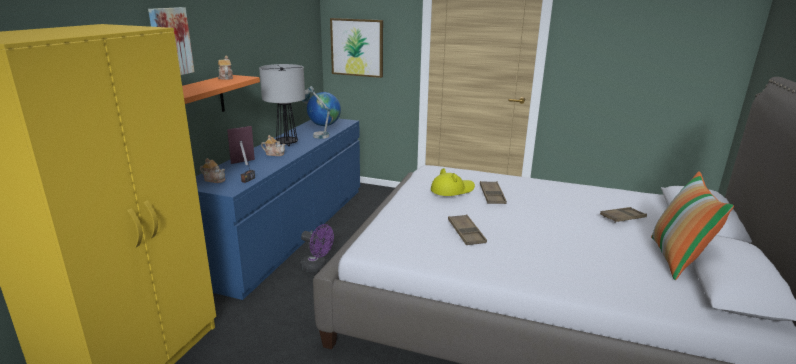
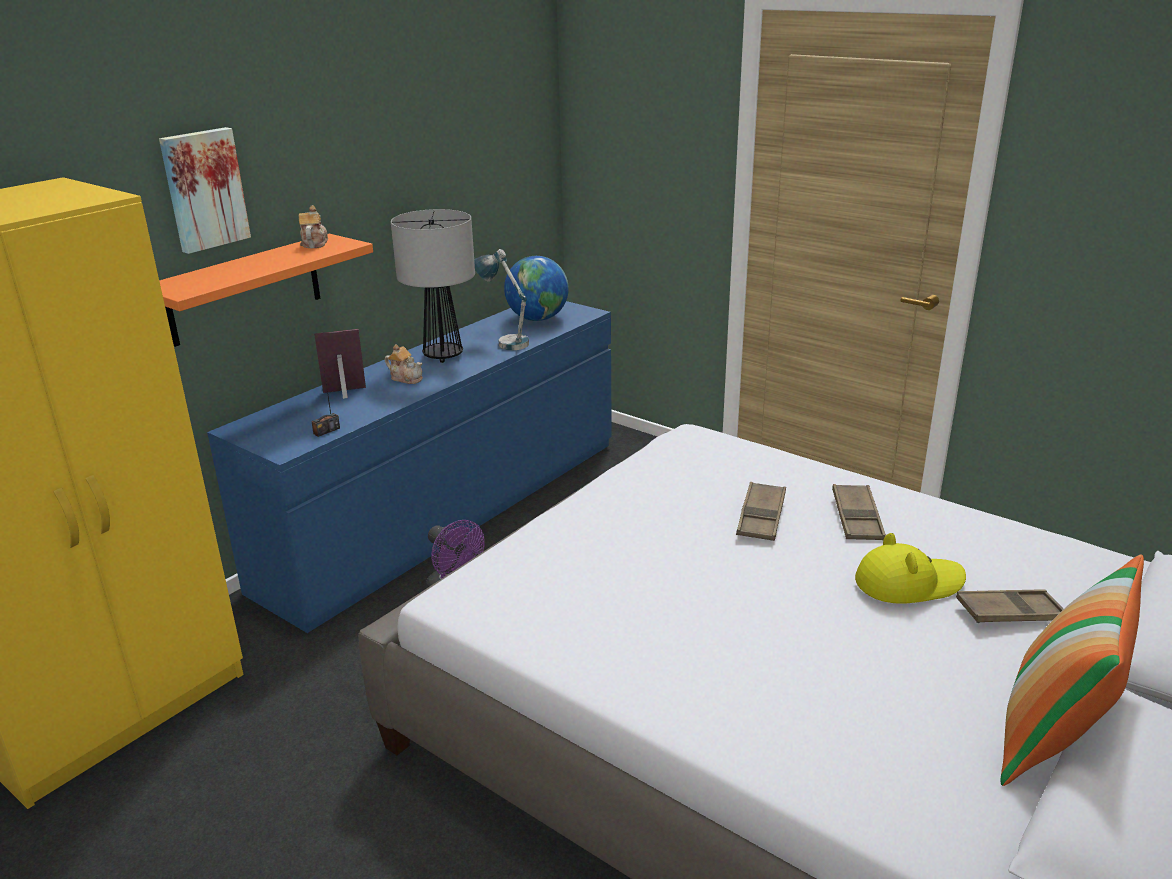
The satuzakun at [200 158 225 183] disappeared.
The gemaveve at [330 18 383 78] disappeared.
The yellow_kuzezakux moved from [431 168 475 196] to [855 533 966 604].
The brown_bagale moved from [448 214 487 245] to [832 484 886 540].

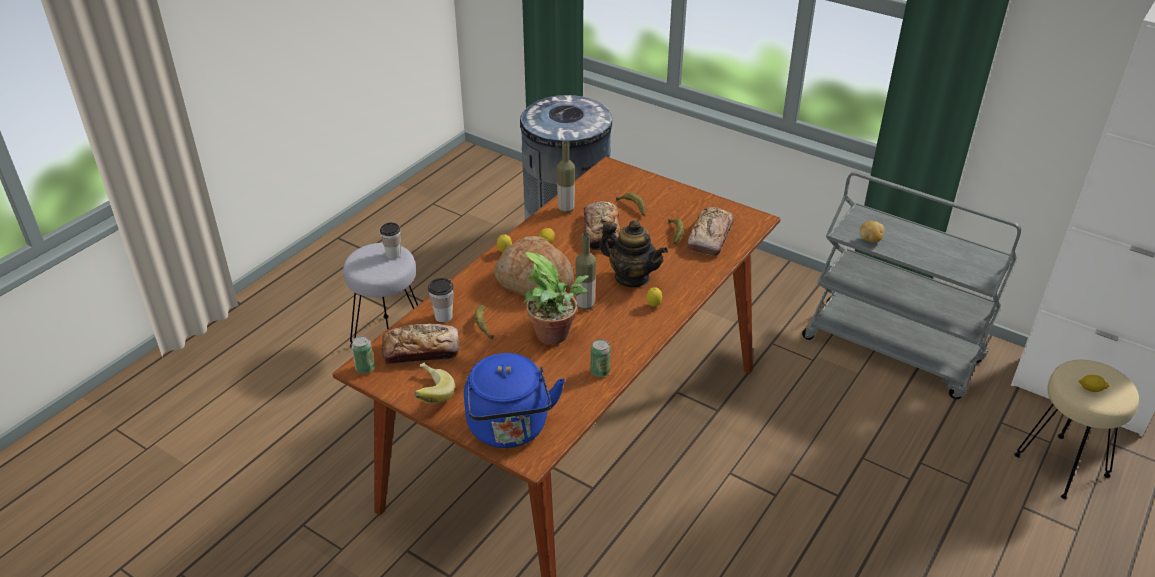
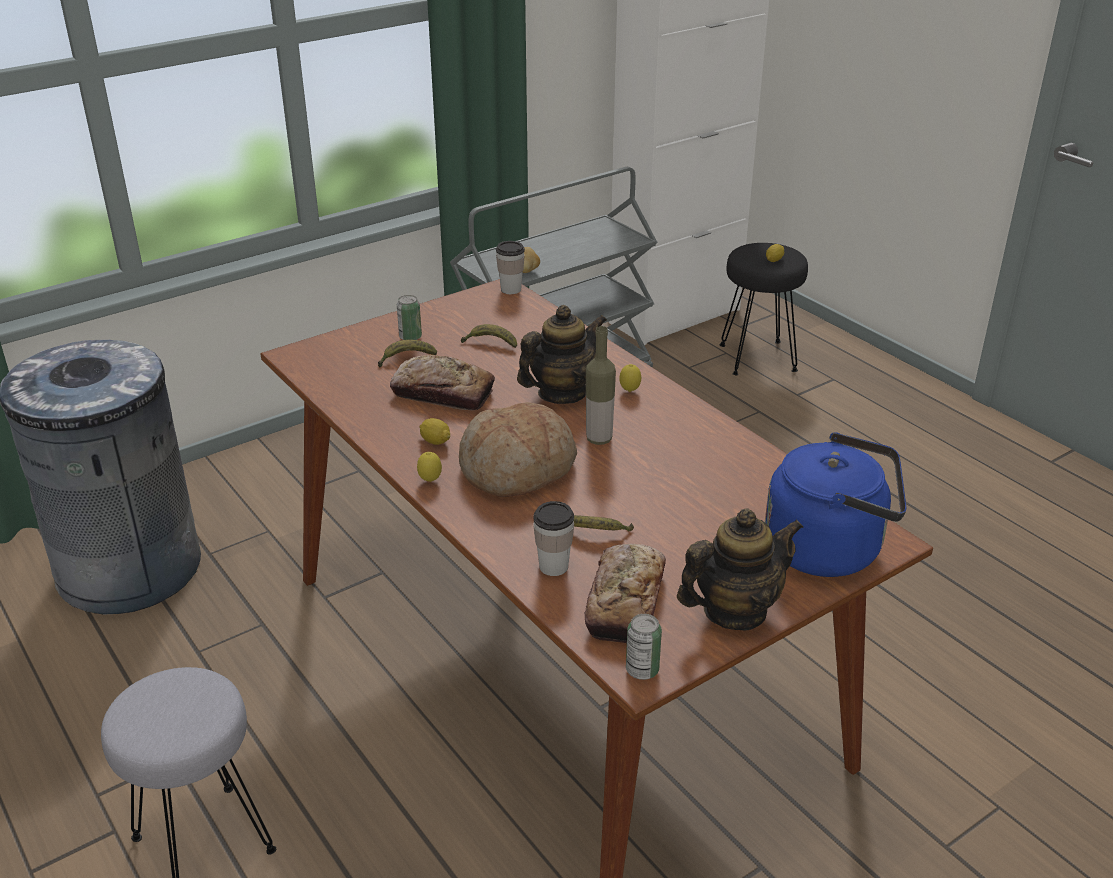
The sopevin moved from [380 222 401 259] to [496 241 525 294].
The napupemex at [414 363 455 404] was replaced by the satuzakun at [677 509 803 630].
The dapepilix at [523 252 589 345] disappeared.
The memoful at [557 141 575 213] disappeared.
The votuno moved from [591 339 611 377] to [397 295 422 340].
The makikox at [687 207 734 256] disappeared.
The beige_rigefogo at [1014 360 1139 499] became the black_rigefogo at [719 243 808 375].

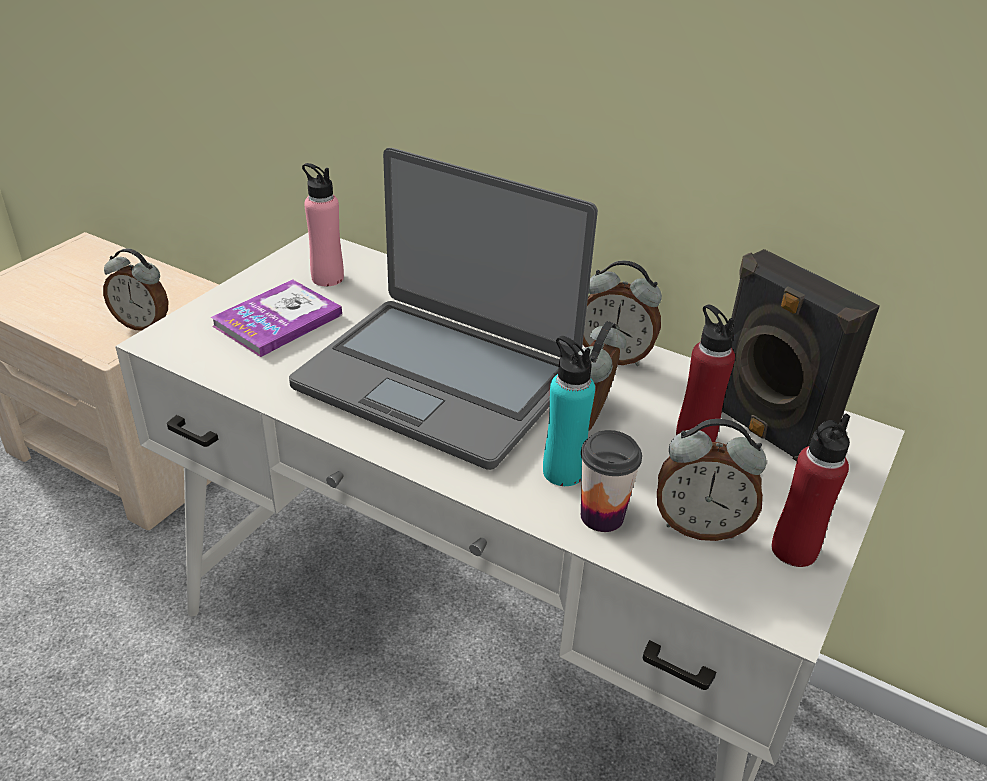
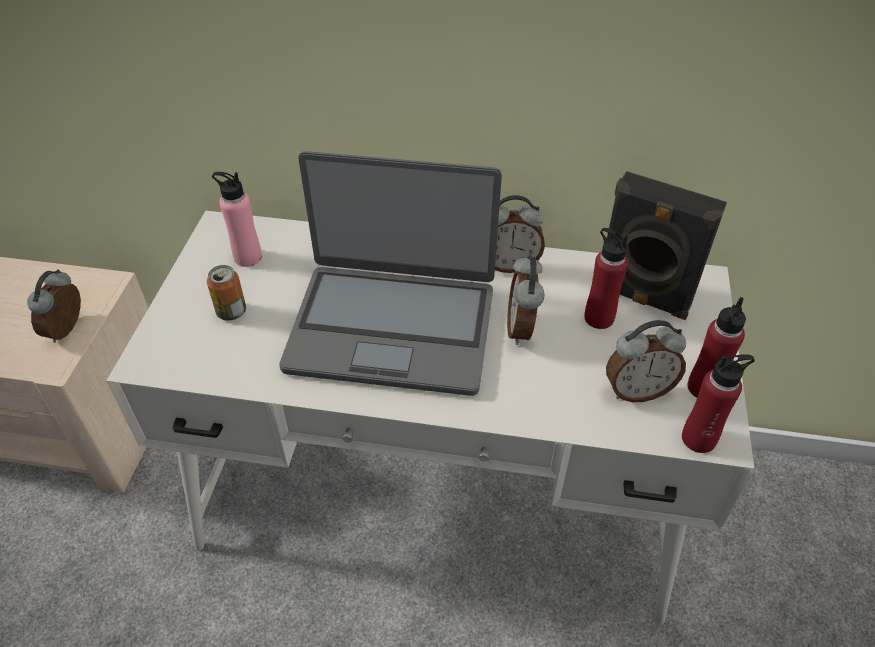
The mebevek at [103 248 168 331] turned 105 degrees clockwise.
The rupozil at [211 279 342 357] was replaced by the votuno at [207 265 246 320].
The turquoise_memoful at [543 336 595 486] disappeared.
The sopevin at [581 430 642 532] disappeared.
The red_memoful at [682 354 755 453] appeared.

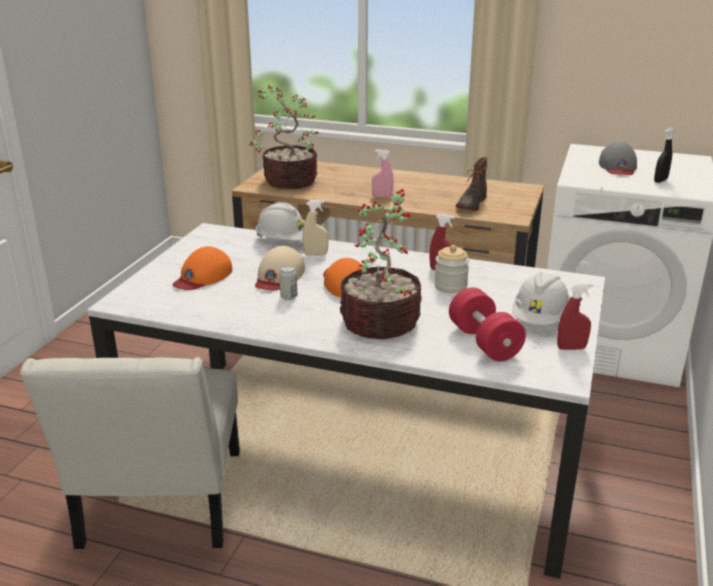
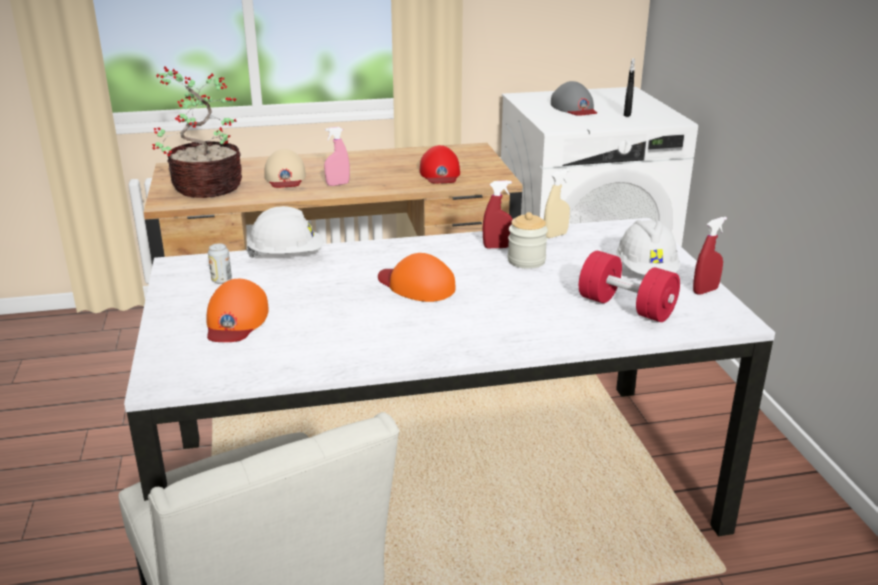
The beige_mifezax moved from [255 246 305 290] to [264 149 306 188].
The votuno moved from [279 266 297 300] to [208 244 232 284].
The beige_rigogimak moved from [303 200 329 256] to [544 169 570 238].
The dapepilix at [340 189 422 339] disappeared.
The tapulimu at [456 157 487 211] was replaced by the red_mifezax at [420 145 460 183].

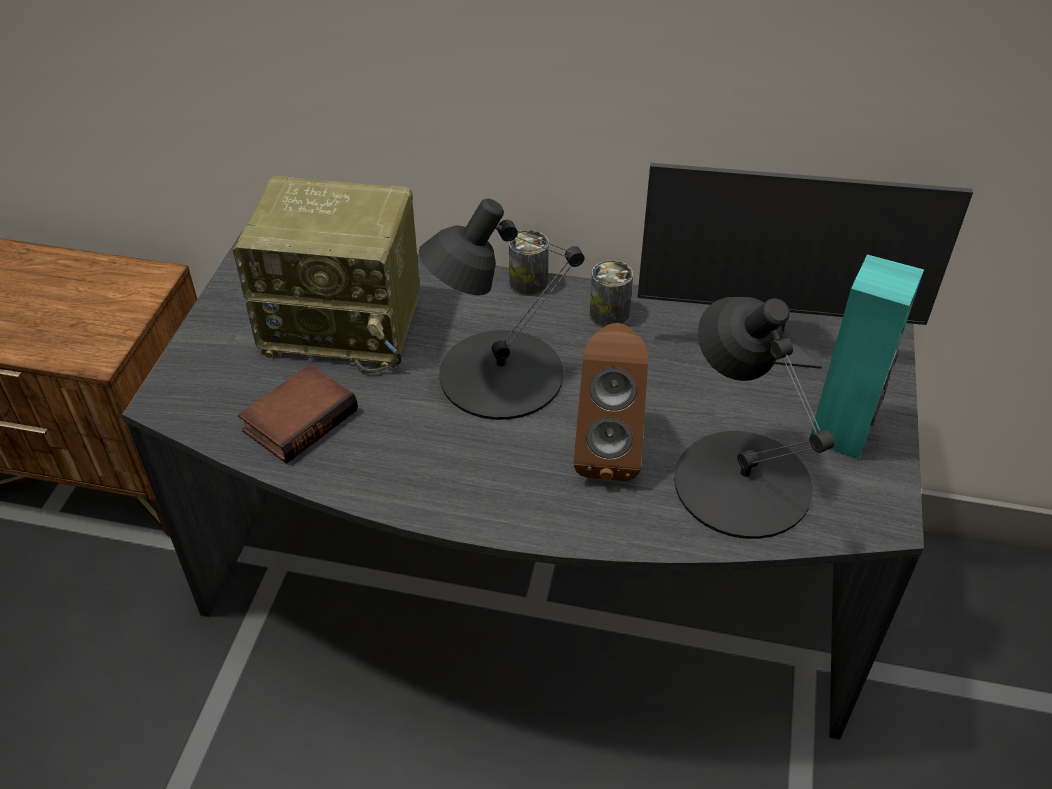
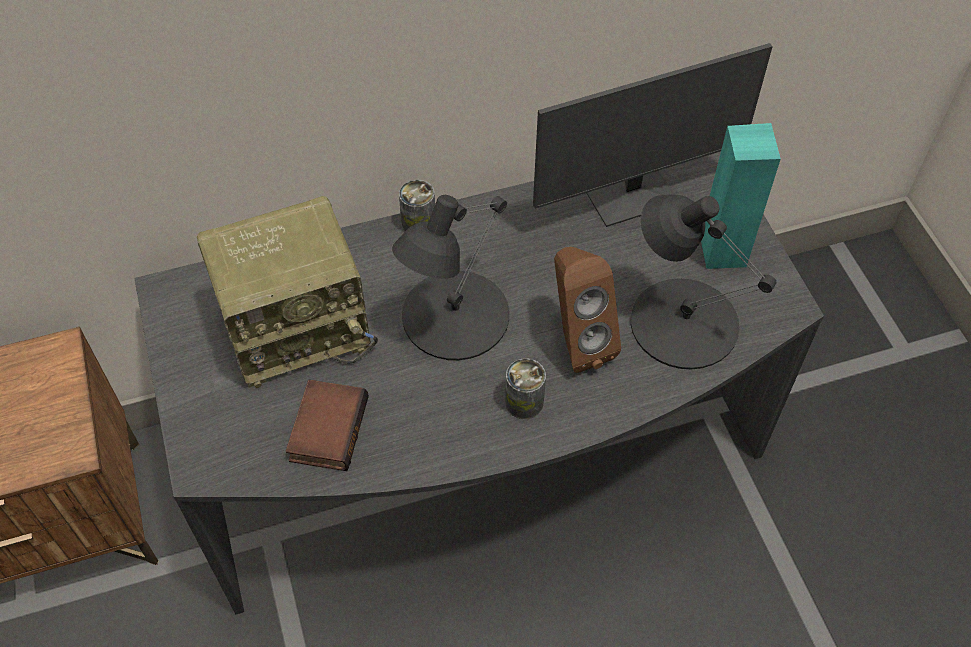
The votuno moved from [590 260 633 327] to [505 358 546 419].

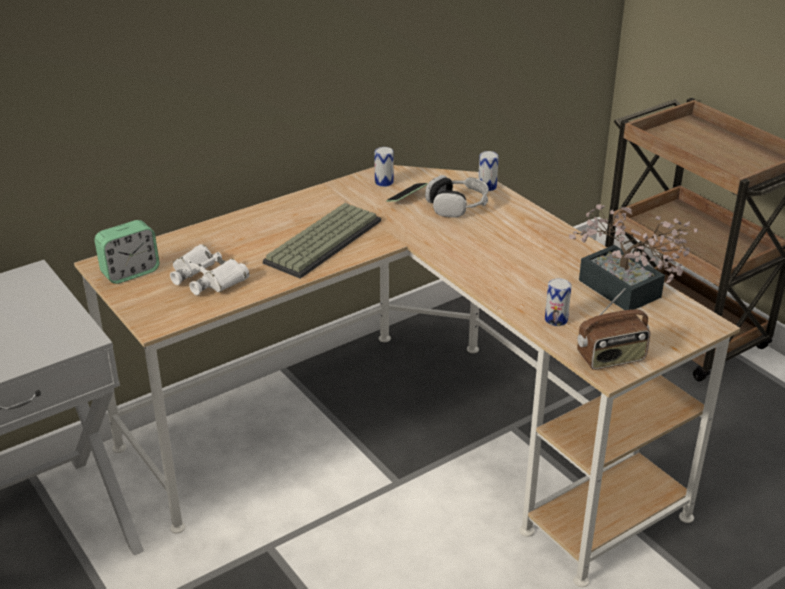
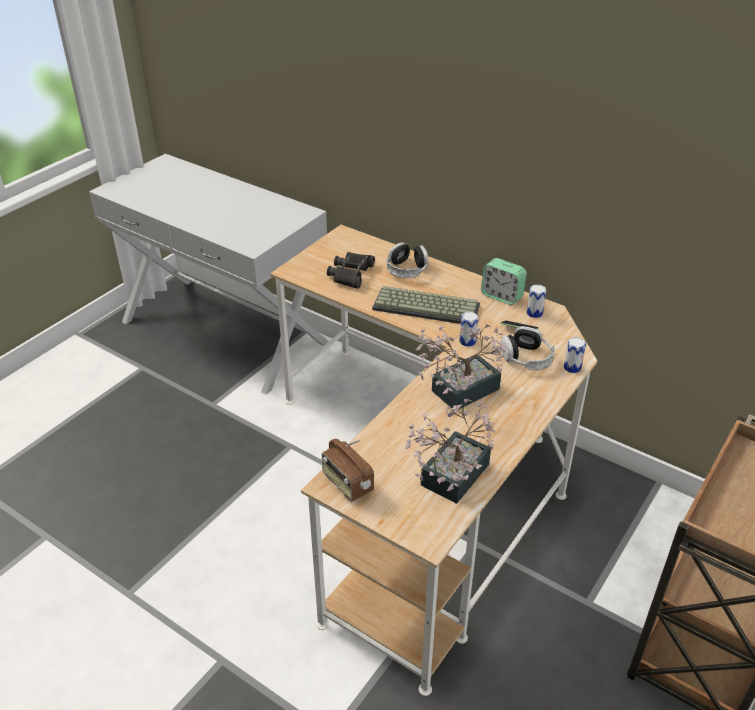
The mebevek moved from [94 220 160 284] to [481 258 527 305].
The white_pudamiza at [170 244 250 295] became the black_pudamiza at [327 252 375 289].
The votuno moved from [545 278 572 326] to [459 312 478 347].
The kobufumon at [386 242 429 278] appeared.
The dapepilix at [416 323 507 409] appeared.

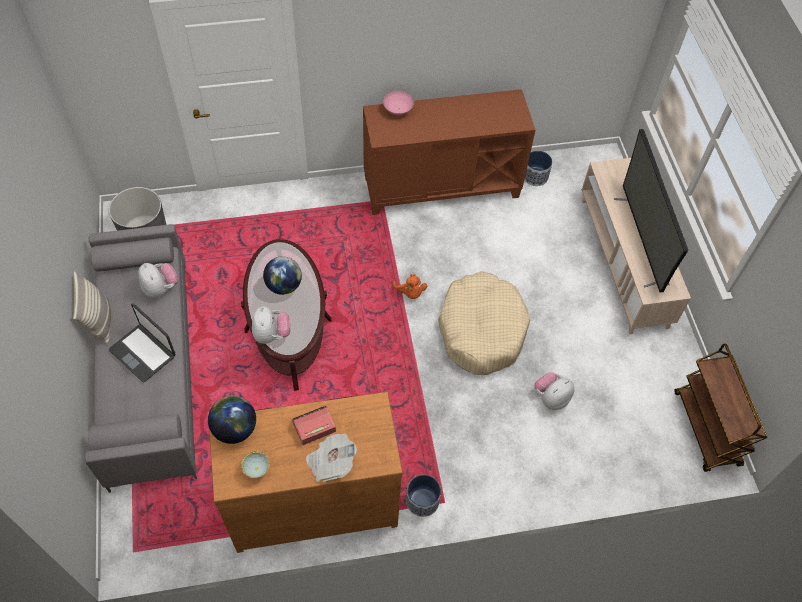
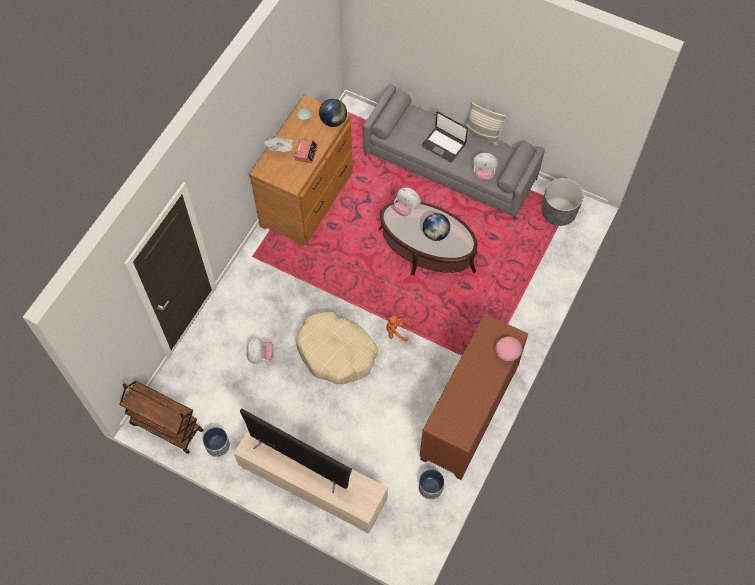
The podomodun at [109 303 176 382] turned 135 degrees counterclockwise.
The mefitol moved from [406 474 441 517] to [203 427 230 457].

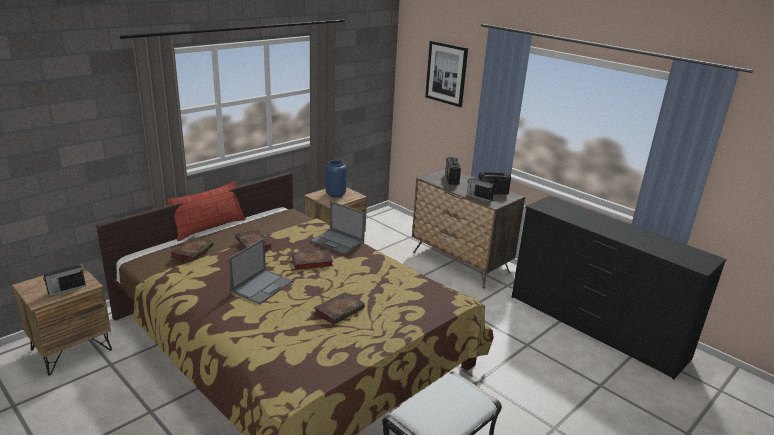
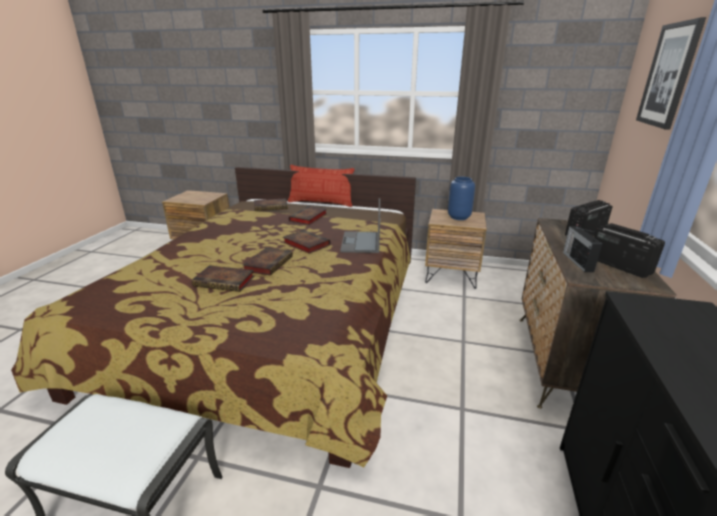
The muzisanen at [43 263 86 296] disappeared.
The podomodun at [229 238 293 304] disappeared.
The rupozil at [242 248 293 276] appeared.

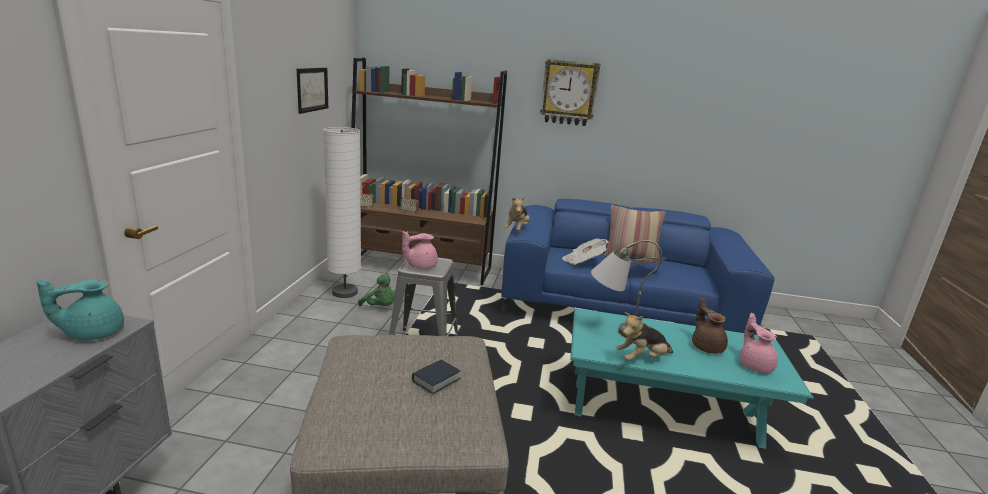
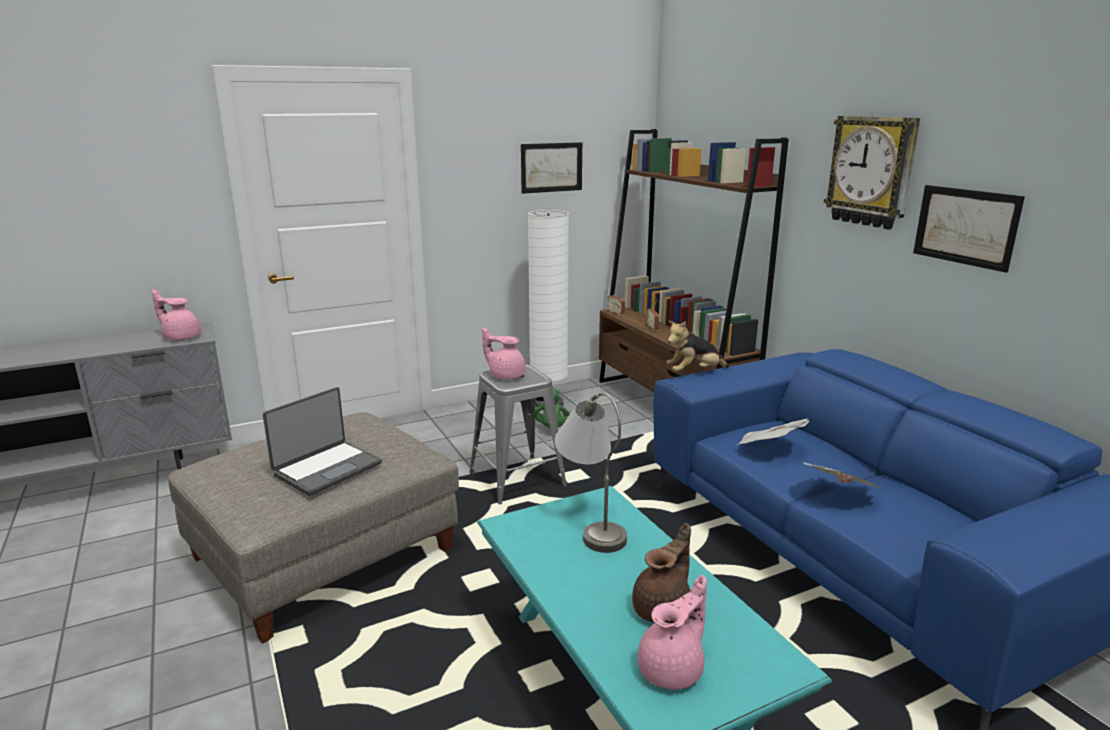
The turquoise_satuzakun at [36 279 124 340] became the pink_satuzakun at [152 290 201 340].
The rupozil at [412 360 461 394] was replaced by the podomodun at [263 387 382 496].
The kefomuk at [604 205 666 263] disappeared.
The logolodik at [616 312 673 361] disappeared.
The gemaveve at [913 185 1025 273] appeared.

